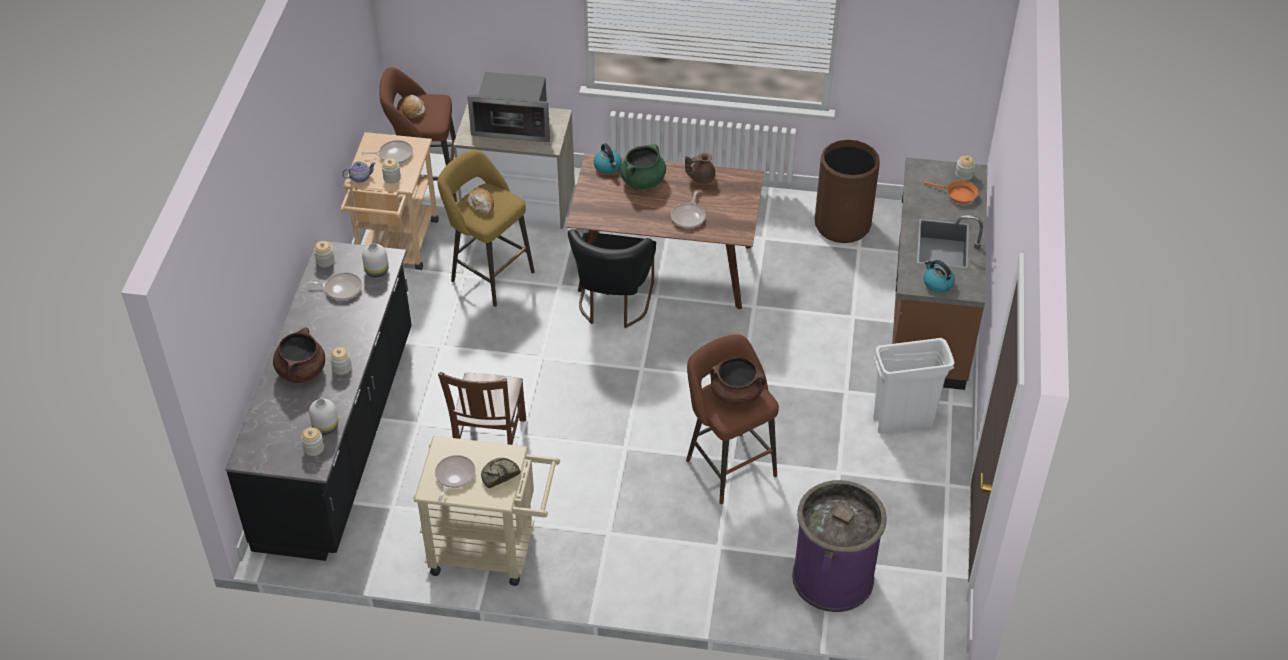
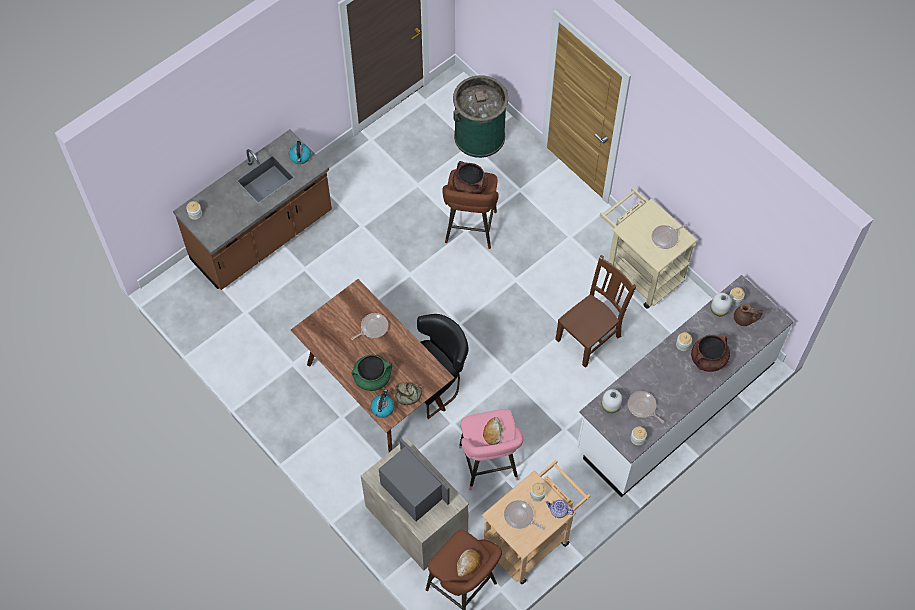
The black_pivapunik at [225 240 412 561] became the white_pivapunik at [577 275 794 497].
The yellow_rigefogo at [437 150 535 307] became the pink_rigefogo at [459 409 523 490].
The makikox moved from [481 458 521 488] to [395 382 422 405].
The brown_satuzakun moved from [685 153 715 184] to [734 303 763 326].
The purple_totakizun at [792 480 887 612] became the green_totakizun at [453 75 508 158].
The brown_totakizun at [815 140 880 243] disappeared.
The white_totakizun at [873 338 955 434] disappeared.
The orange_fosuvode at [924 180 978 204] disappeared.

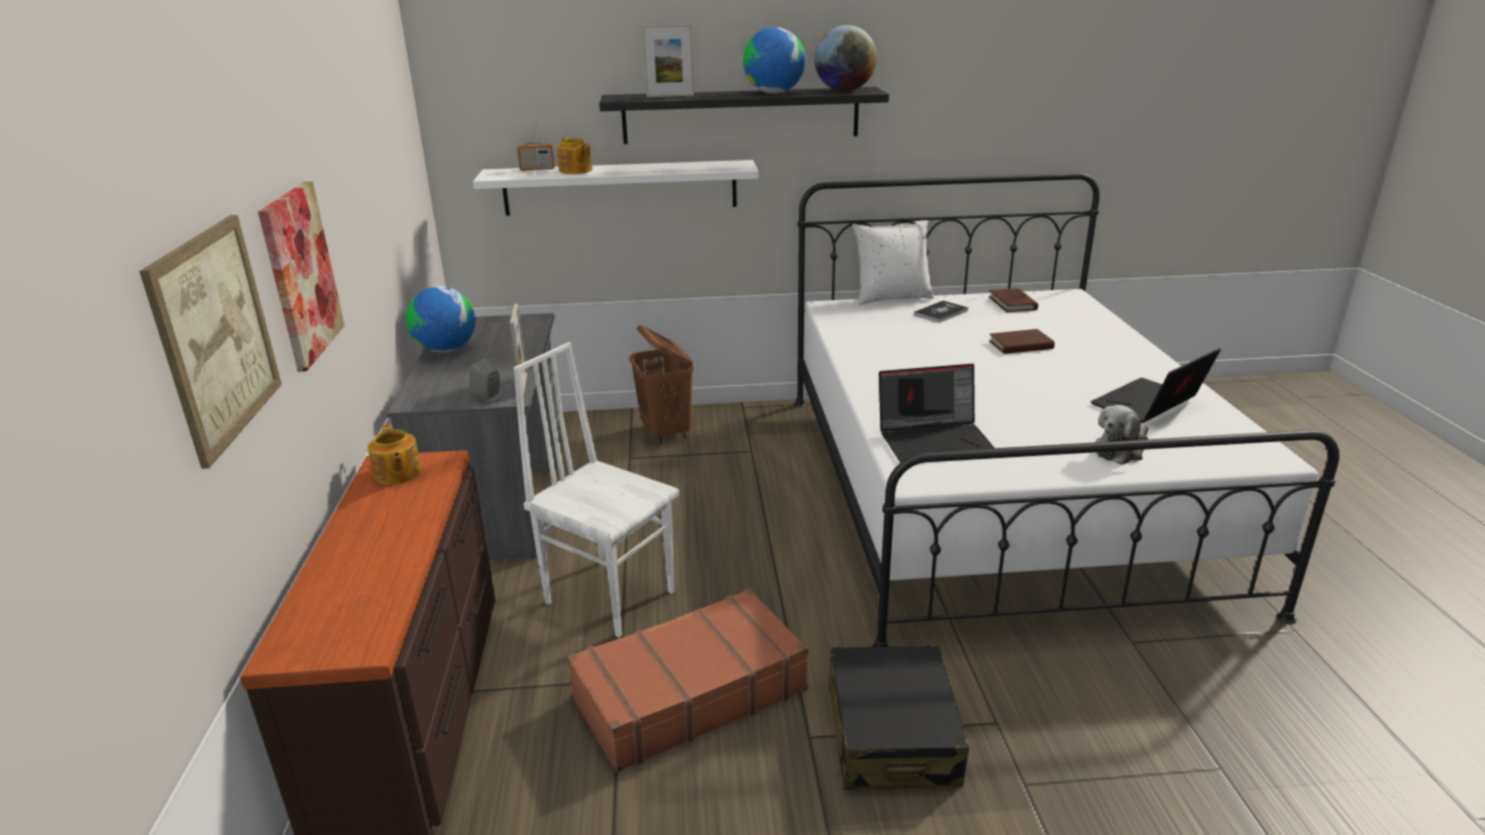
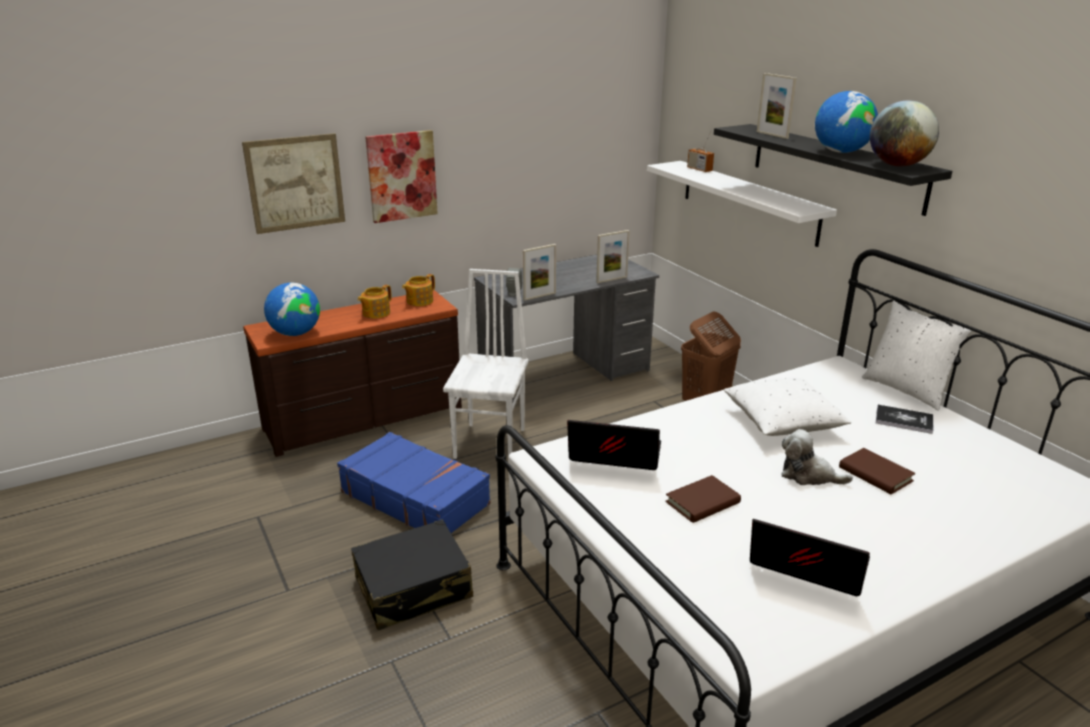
The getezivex moved from [406 286 476 353] to [264 282 320 336].
The satuzakun moved from [557 137 592 174] to [357 285 392 318].
The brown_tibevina at [567 589 808 772] became the blue_tibevina at [337 432 491 533].
The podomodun at [879 364 995 462] turned 135 degrees clockwise.
The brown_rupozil moved from [989 288 1038 312] to [665 475 741 523].
The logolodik moved from [1096 405 1149 465] to [781 429 853 485].
The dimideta at [596 230 630 283] appeared.
The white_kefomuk at [724 378 851 436] appeared.

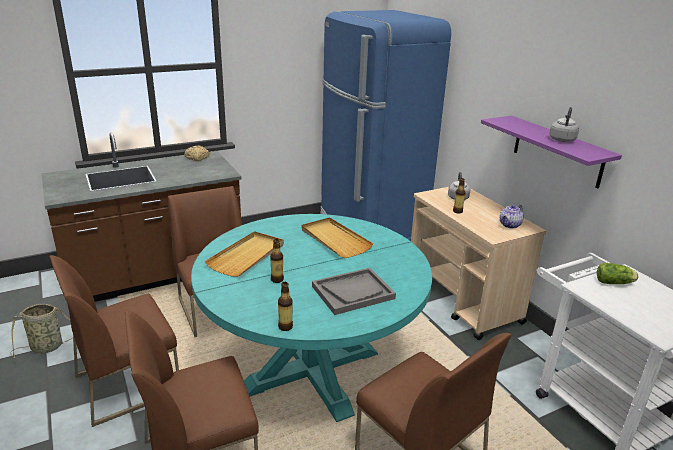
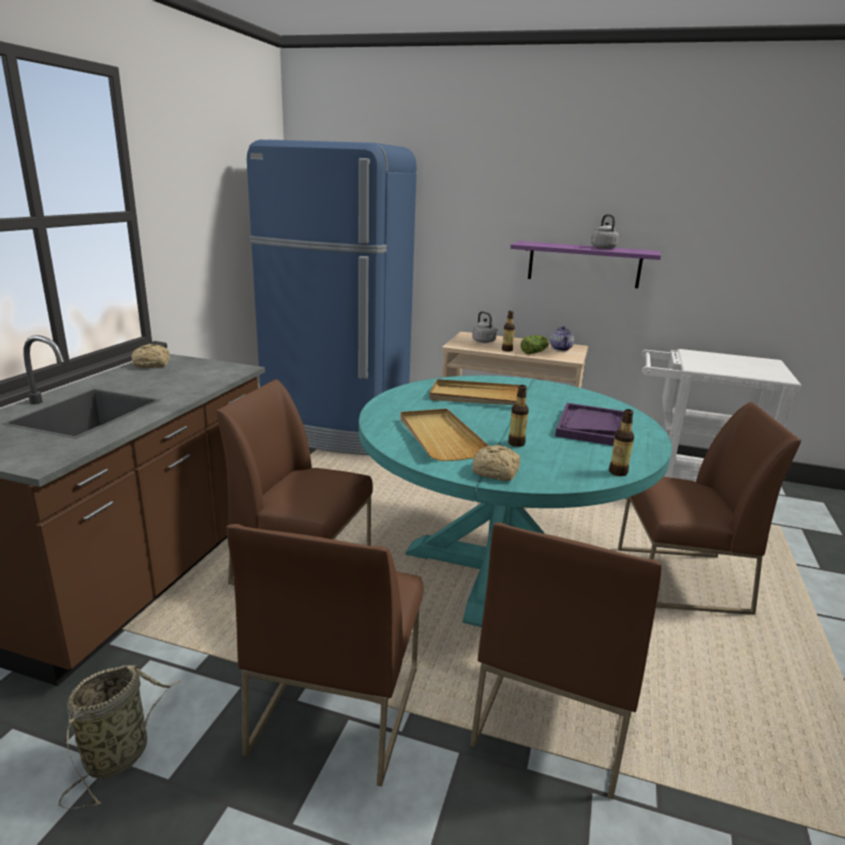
The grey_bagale at [312 268 396 315] became the purple_bagale at [555 403 624 446].
The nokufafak moved from [597 263 638 284] to [521 335 549 354].
The makikox at [472 445 520 481] appeared.

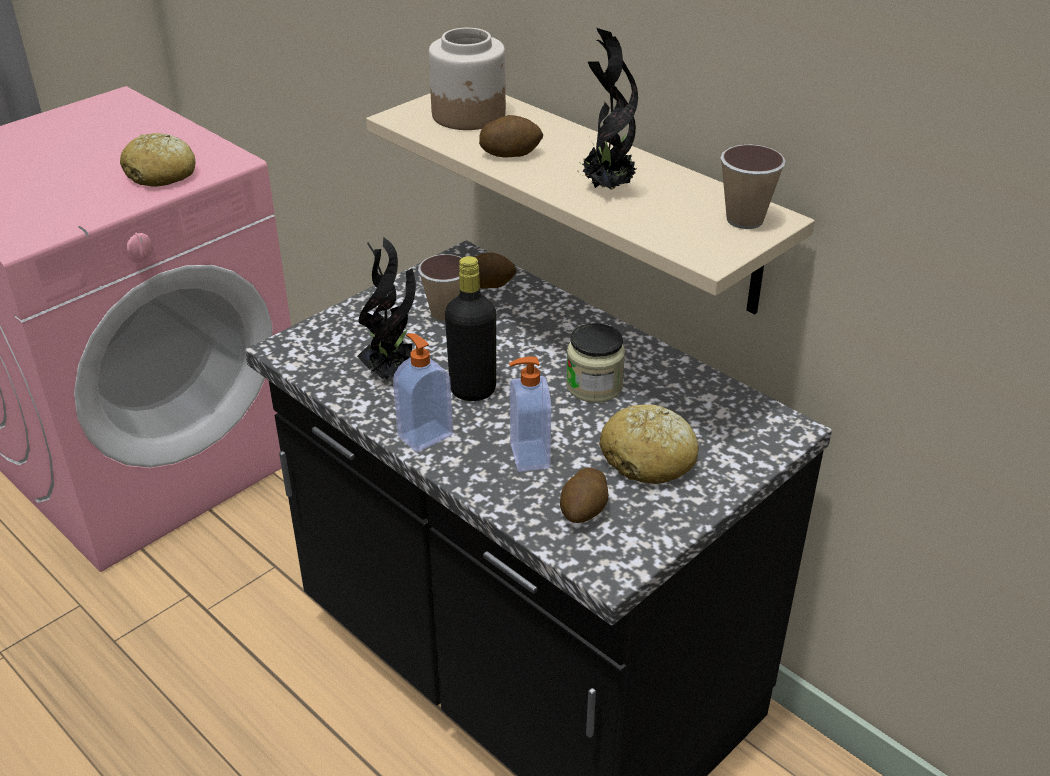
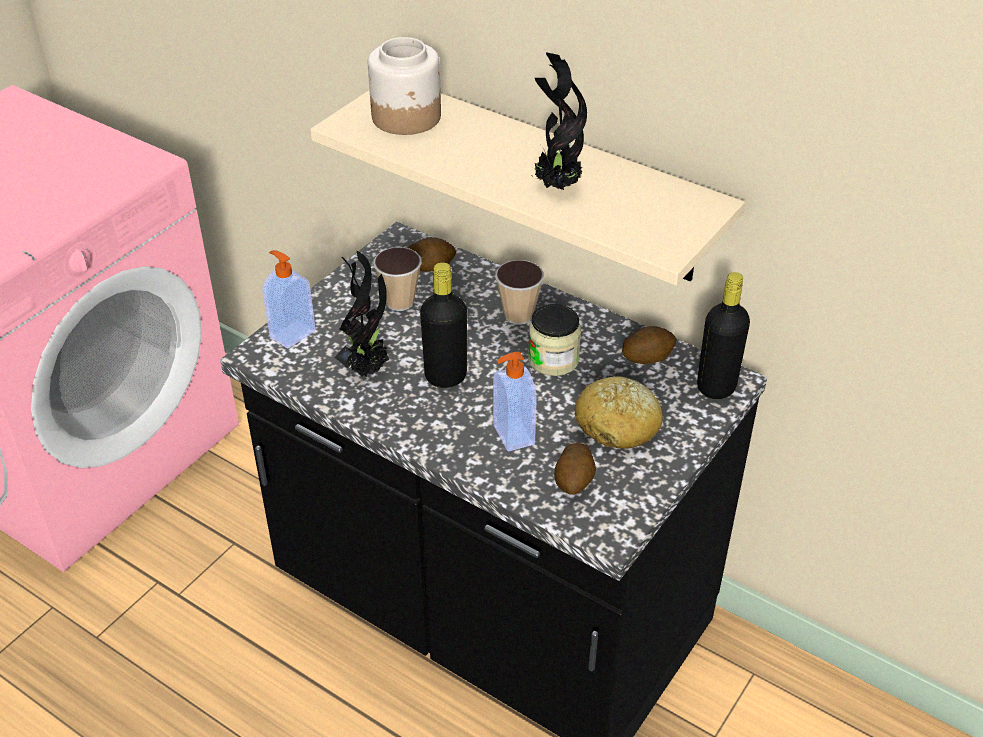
The makikox at [120 133 195 187] disappeared.
The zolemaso moved from [393 333 453 452] to [262 250 316 349].
The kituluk moved from [479 115 543 157] to [622 326 677 364].
The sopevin moved from [721 145 786 229] to [495 260 544 325].
The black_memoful at [697 272 750 399] appeared.

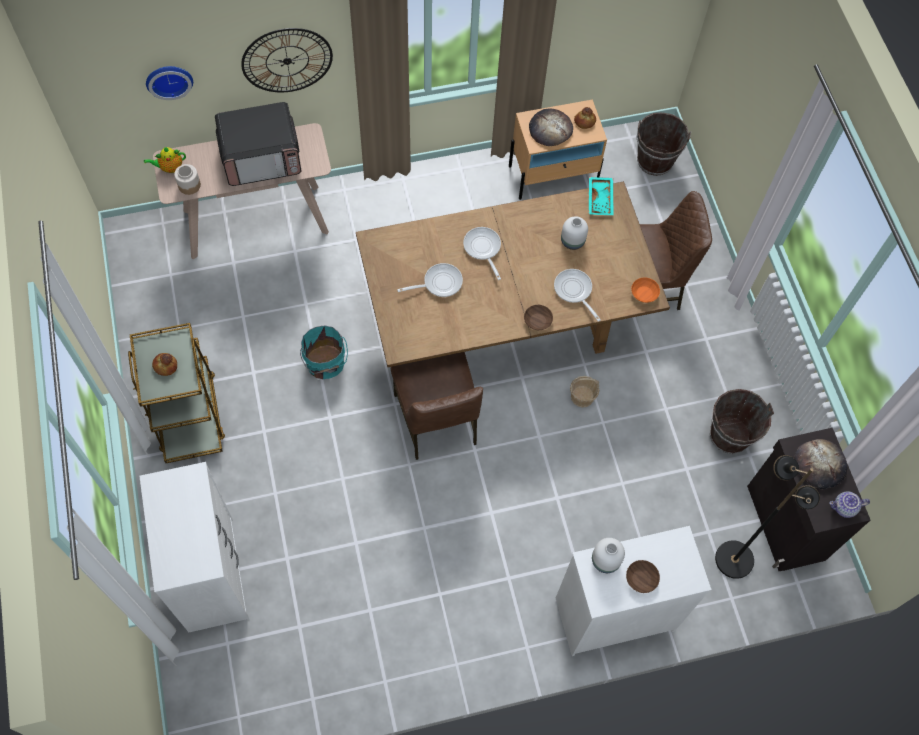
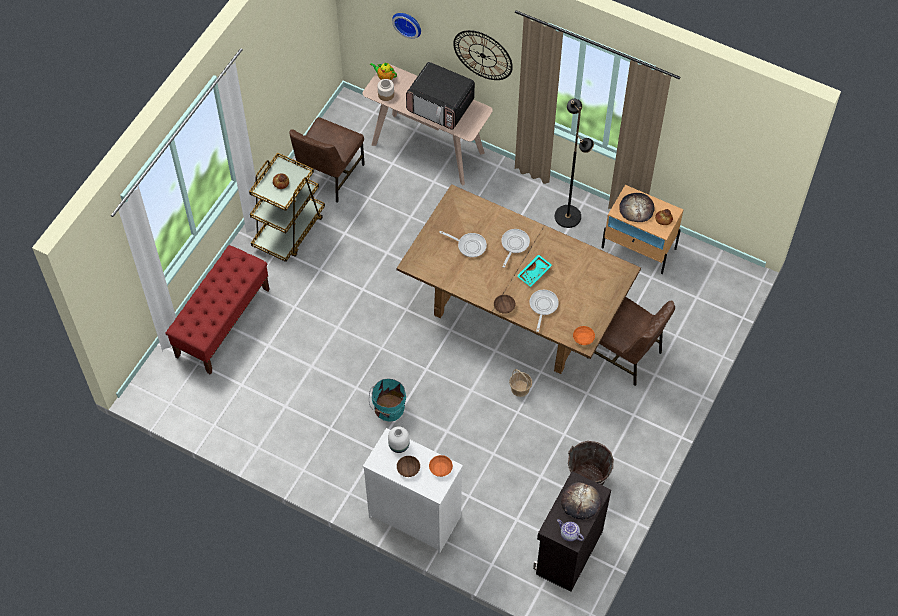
The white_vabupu at [139 462 249 632] was replaced by the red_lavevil at [166 245 270 375].
The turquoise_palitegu moved from [300 325 348 379] to [369 378 406 422].
The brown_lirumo moved from [391 352 483 460] to [289 117 365 203].
The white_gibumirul at [561 216 588 250] disappeared.
The turquoise_bagale moved from [589 177 613 215] to [517 254 552 287].
The brown_palitegu at [636 112 691 176] disappeared.
The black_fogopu moved from [715 455 820 579] to [555 99 594 228].
The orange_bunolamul at [429 455 453 477] appeared.

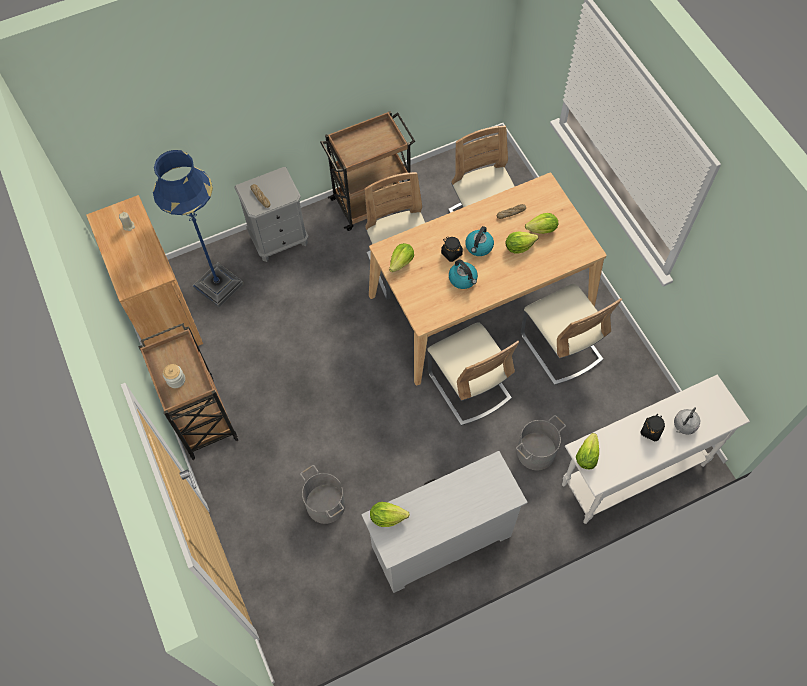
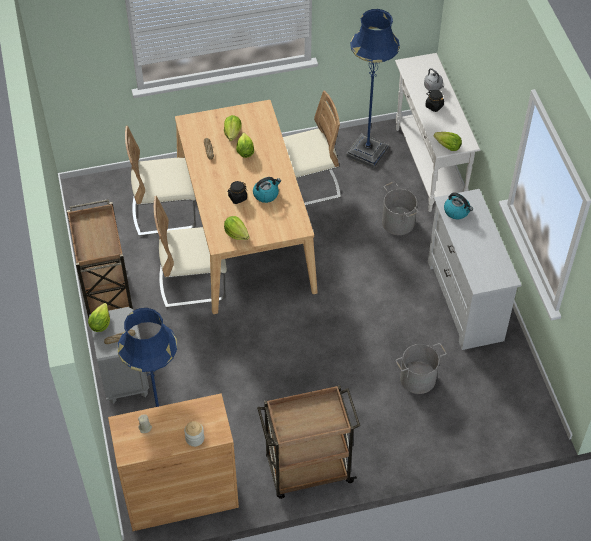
The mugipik moved from [163 364 185 388] to [184 421 204 447].
The nokufafak moved from [370 502 410 527] to [88 303 110 332].
The beige_lirumo at [427 322 519 425] disappeared.
The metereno moved from [465 226 494 256] to [444 193 473 219].
The blue_fogopu at [346 9 400 168] appeared.

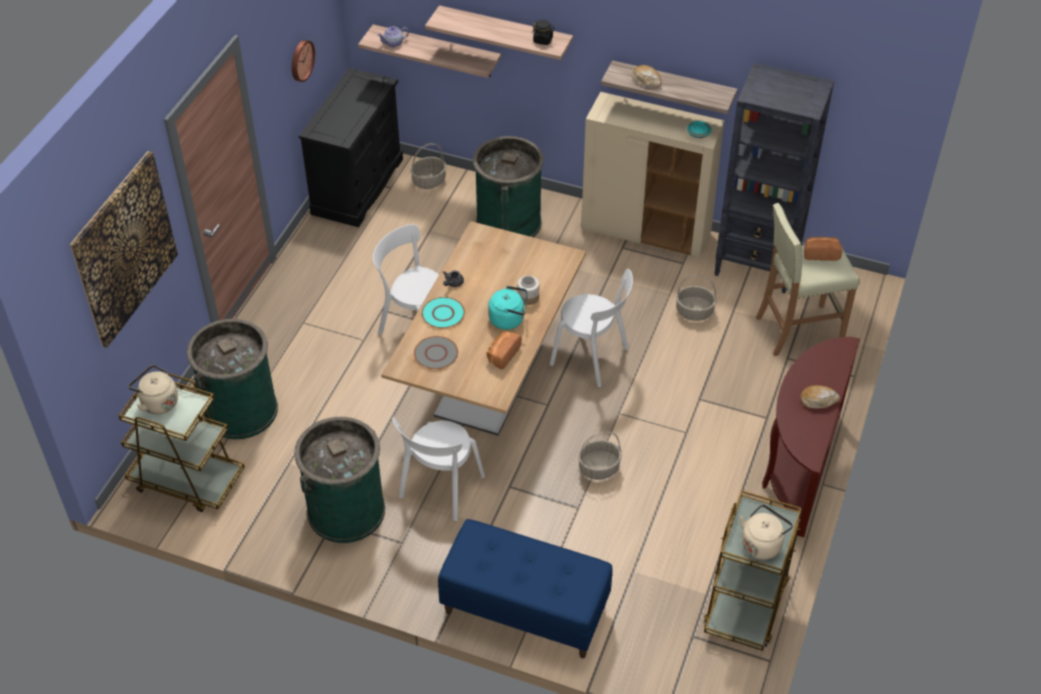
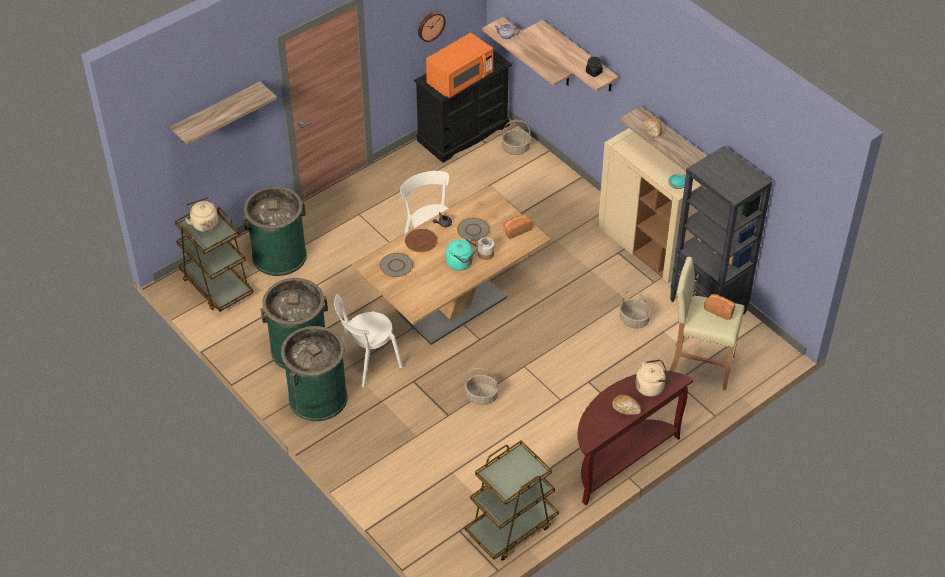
The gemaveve at [70 151 178 348] was replaced by the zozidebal at [170 82 277 145].
The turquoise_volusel at [422 297 465 328] became the brown_volusel at [405 229 438 252].
The blue_lavevil at [438 519 613 658] disappeared.
The green_totakizun moved from [473 136 544 237] to [281 326 348 422].
The makikox moved from [487 332 522 369] to [503 214 533 239].
The white_lirumo at [549 269 633 387] disappeared.
The beige_metereno moved from [739 504 793 560] to [636 359 671 397].
The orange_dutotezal at [426 33 493 98] appeared.
The grey_volusel at [457 218 490 241] appeared.

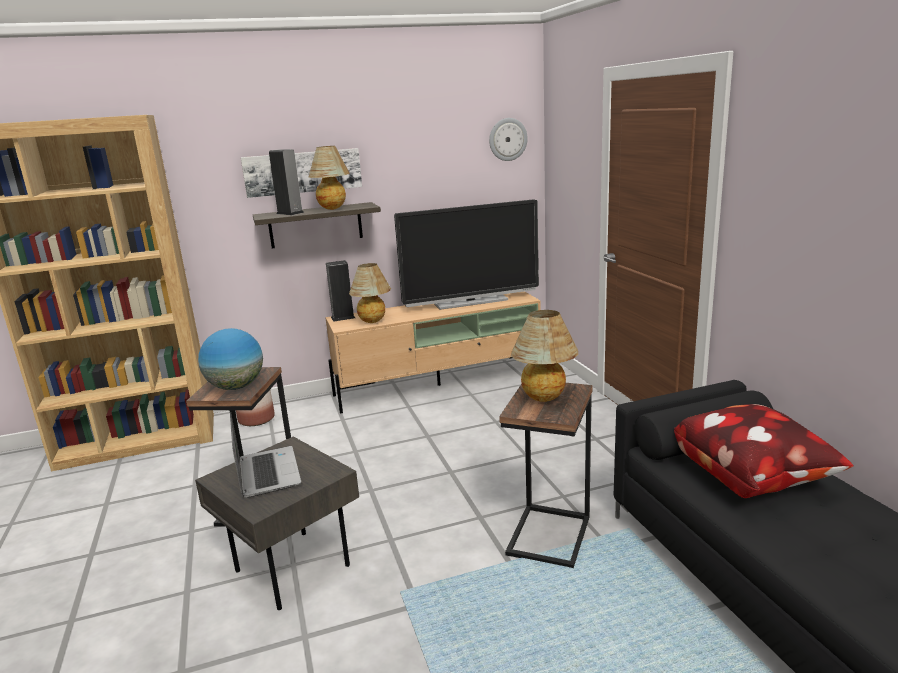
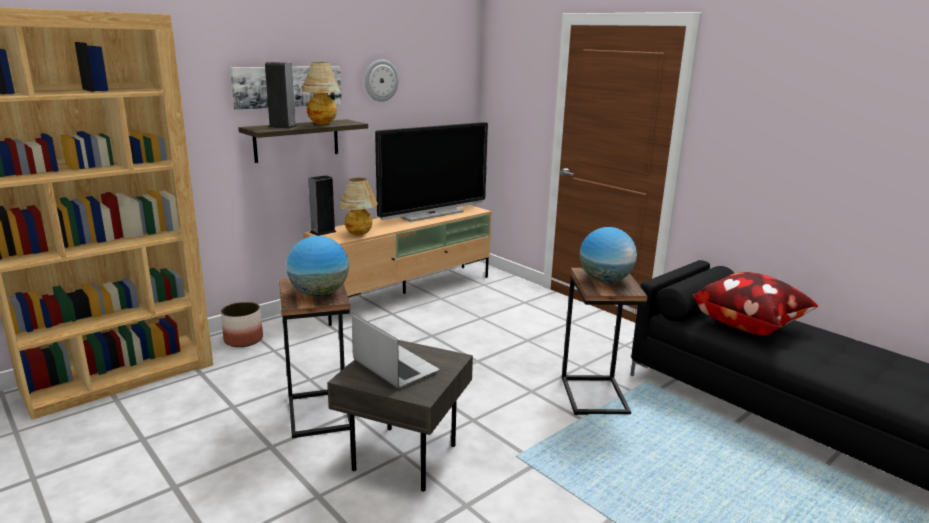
The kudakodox moved from [489 118 528 161] to [365 60 399 102].
The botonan at [511 310 578 402] was replaced by the getezivex at [580 227 637 283].

